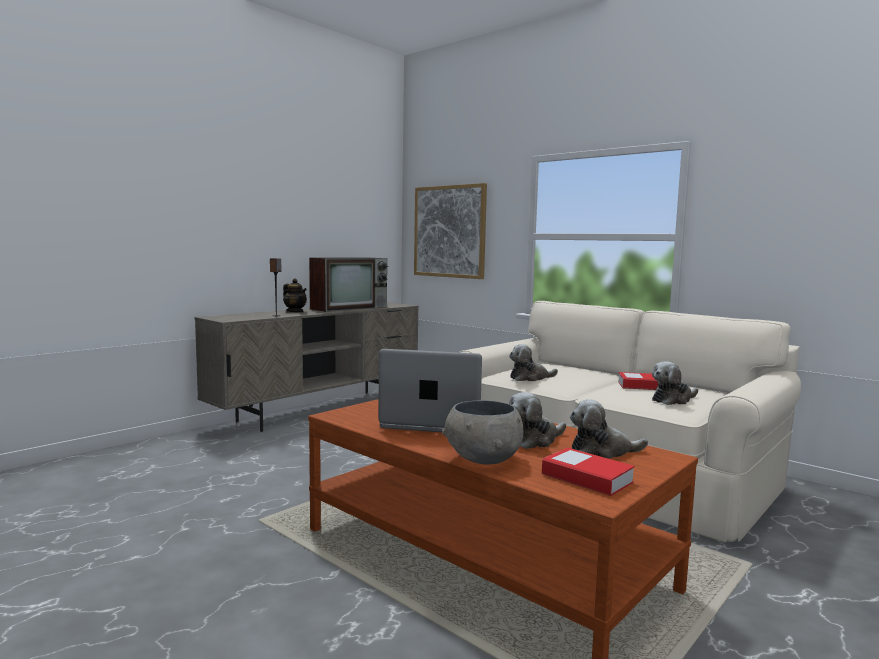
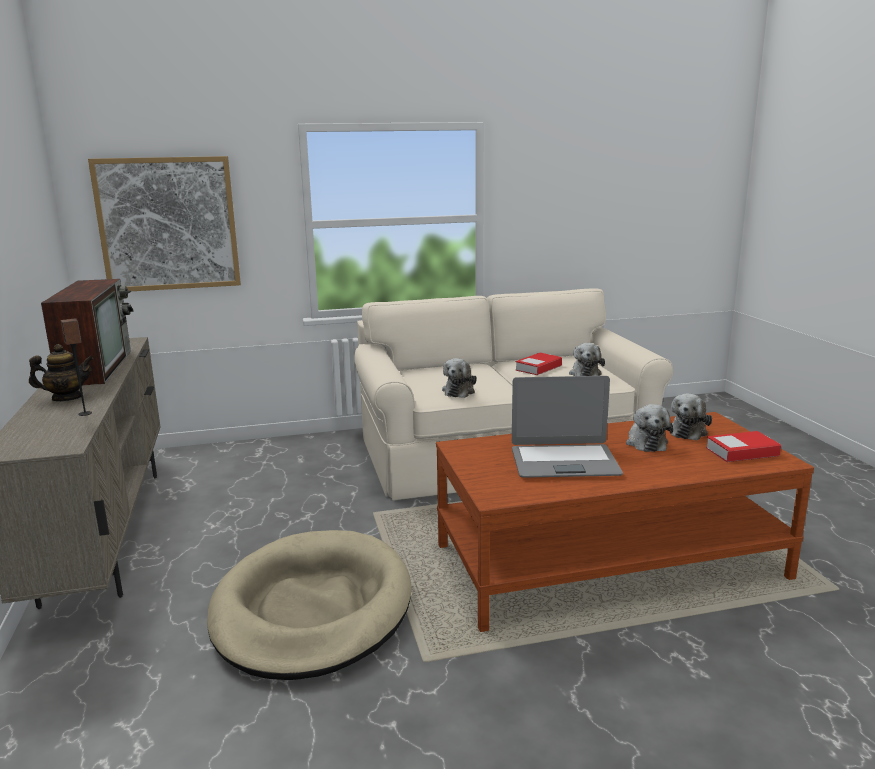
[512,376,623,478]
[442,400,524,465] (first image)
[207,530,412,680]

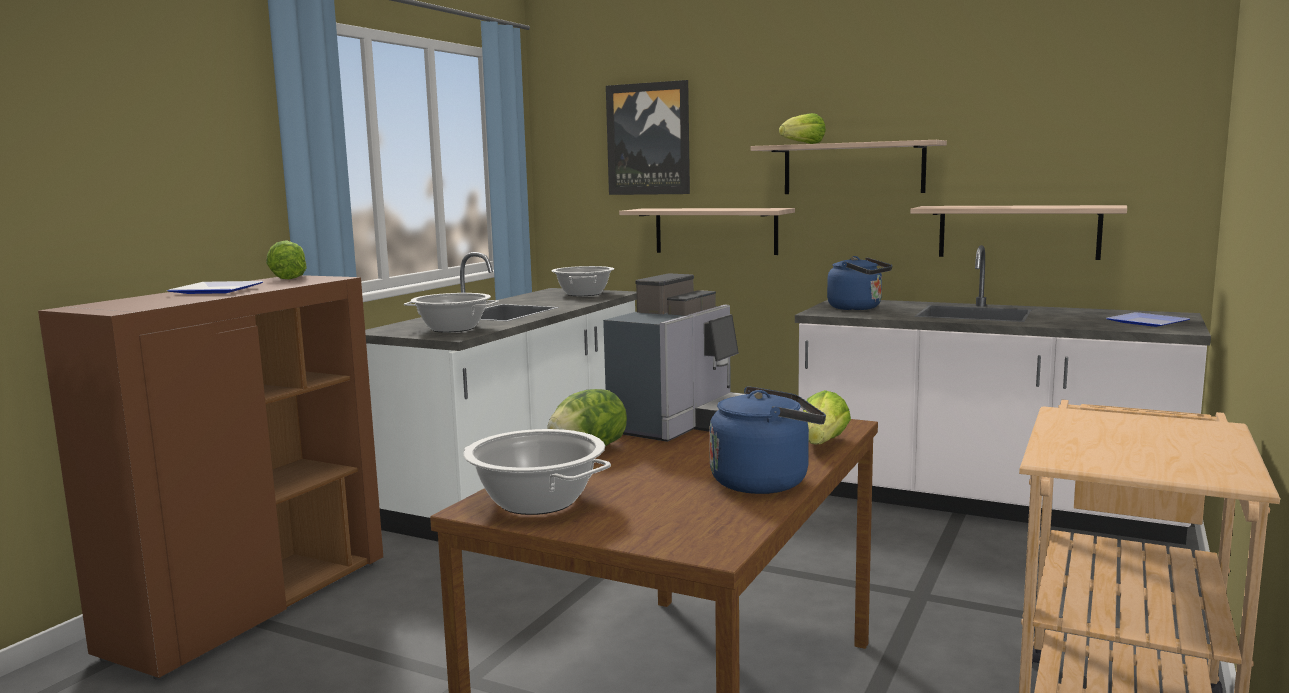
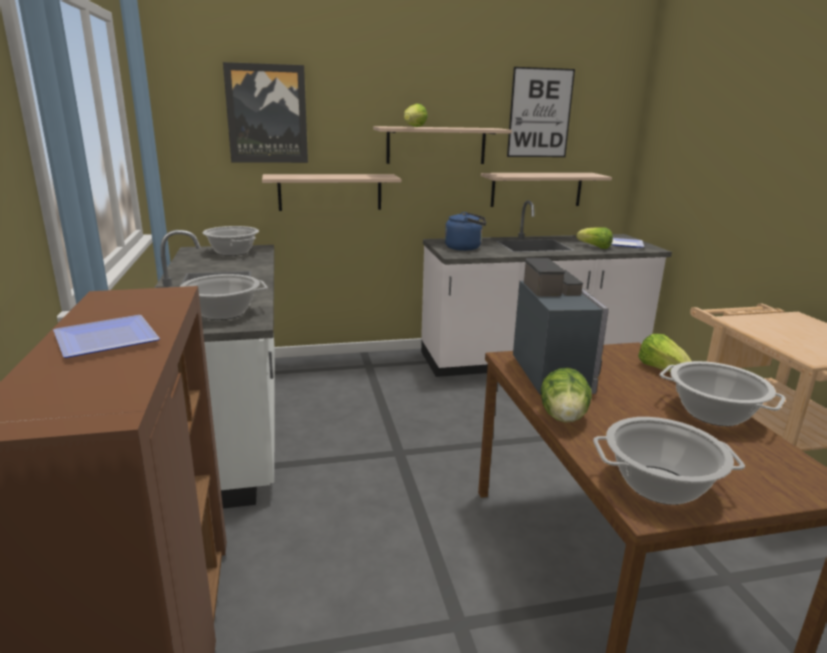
[576,227,613,249]
[660,361,786,426]
[507,67,575,157]

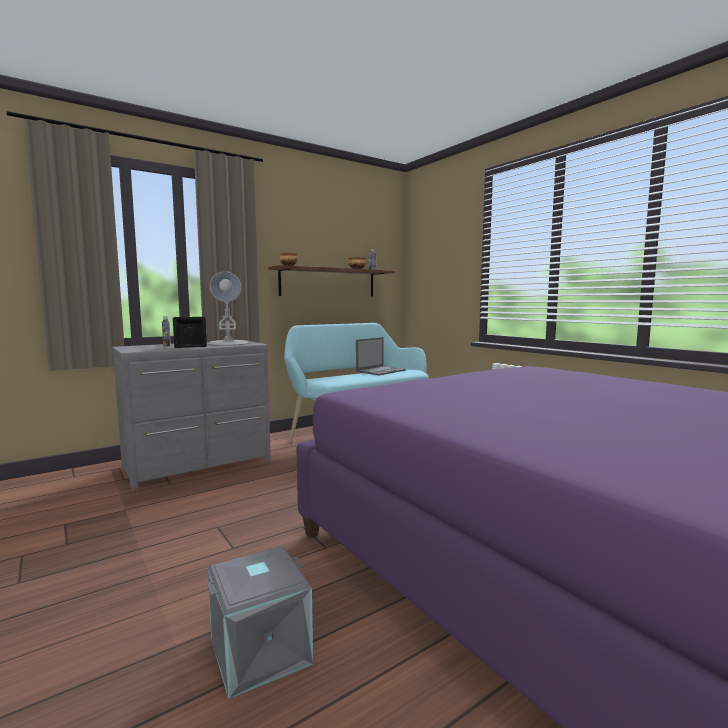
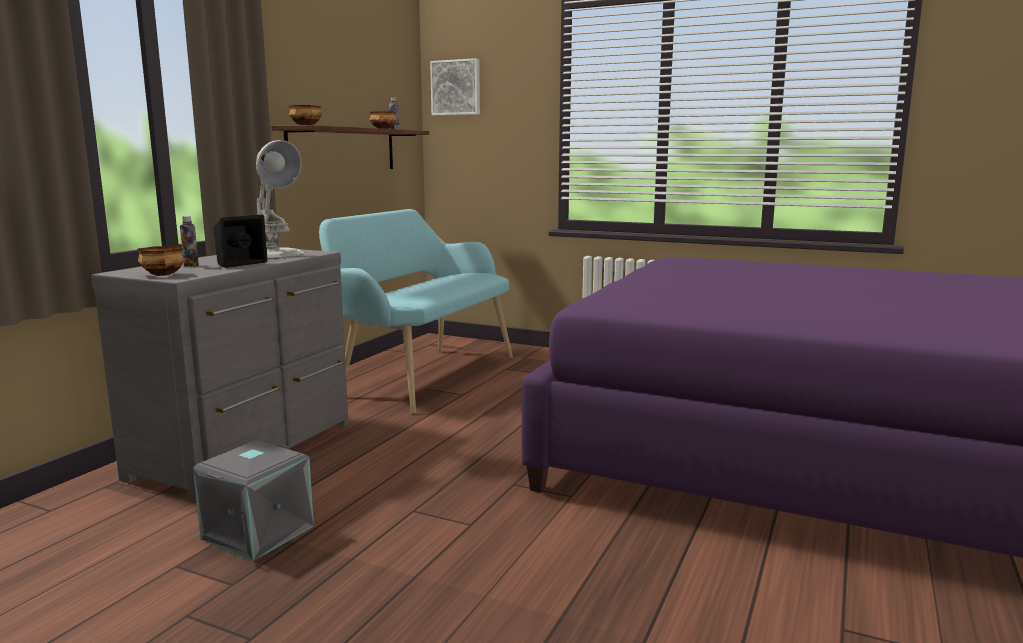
[356,337,406,375] (first image)
[193,440,314,561]
[430,58,480,116]
[138,246,184,276]

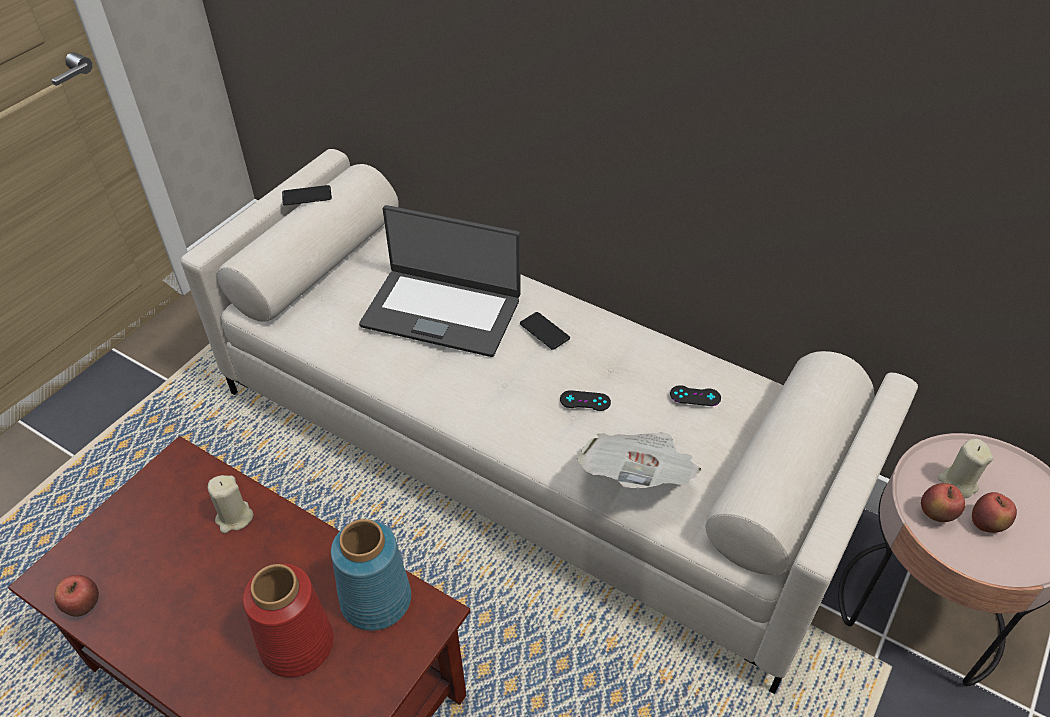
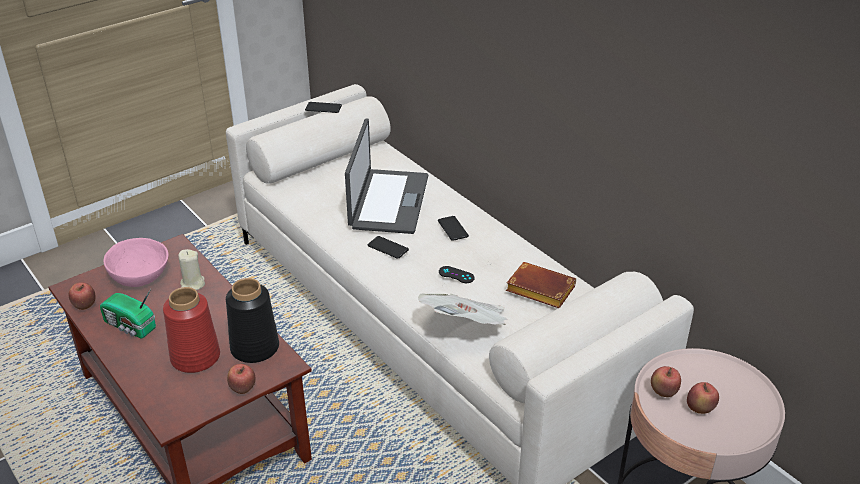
[345,118,428,234]
[506,262,576,308]
[937,439,993,498] (first image)
[226,278,279,363]
[368,236,409,259]
[104,238,168,287]
[100,289,156,339]
[227,364,256,394]

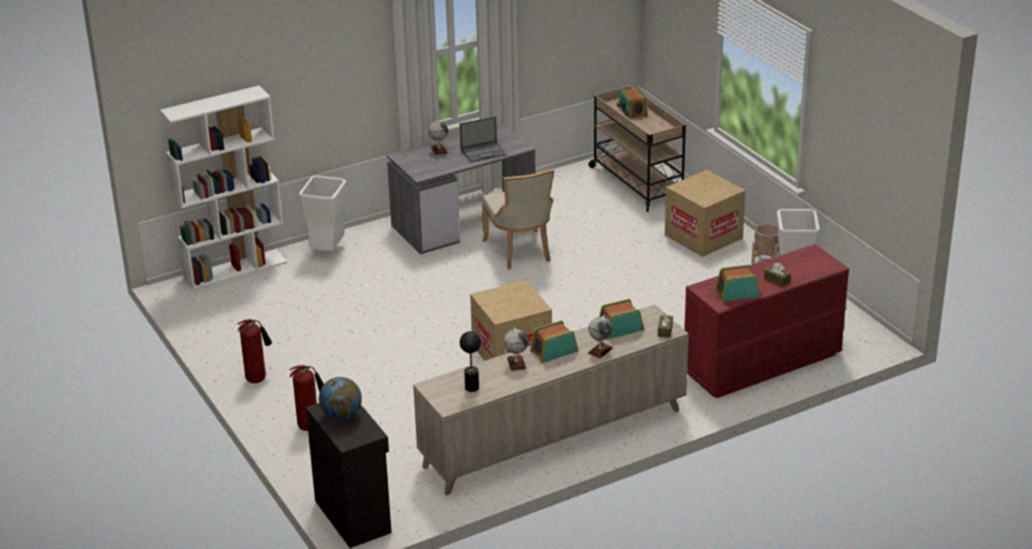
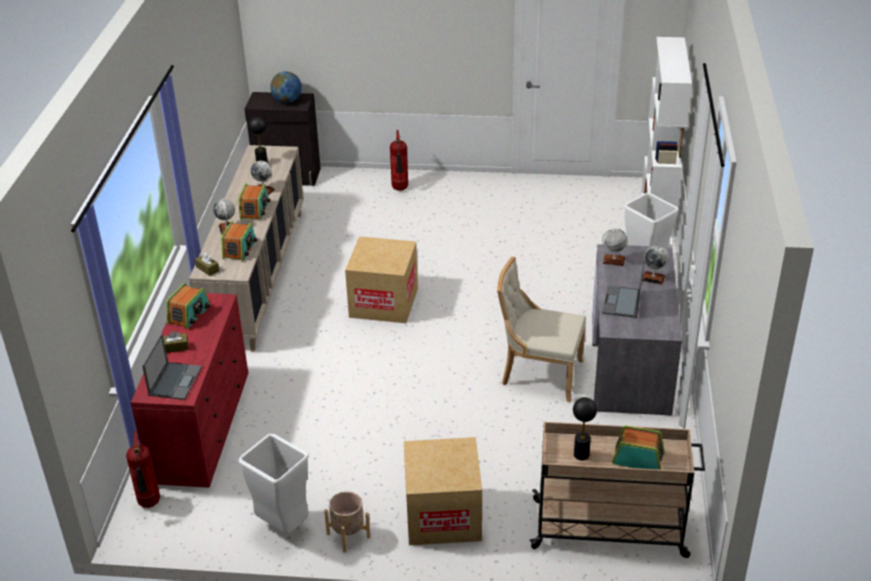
[126,431,160,508]
[602,229,627,266]
[142,334,202,400]
[573,397,597,460]

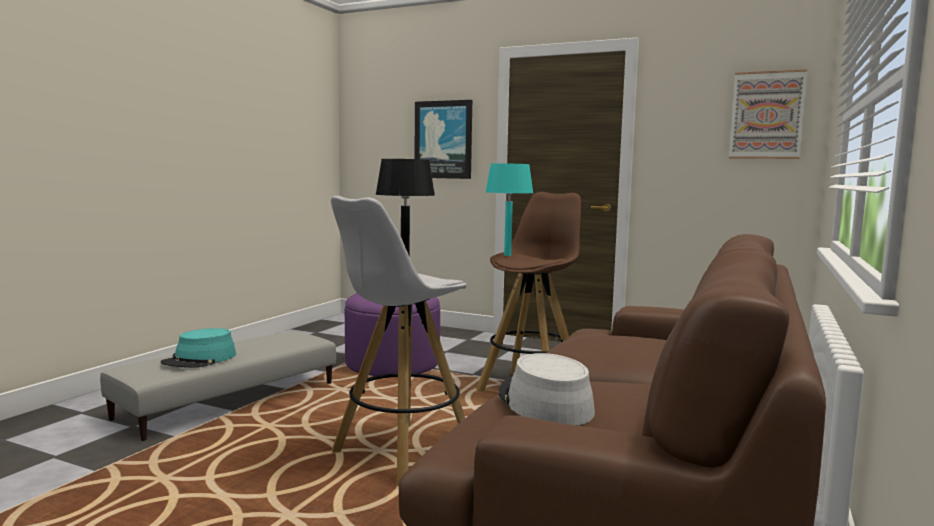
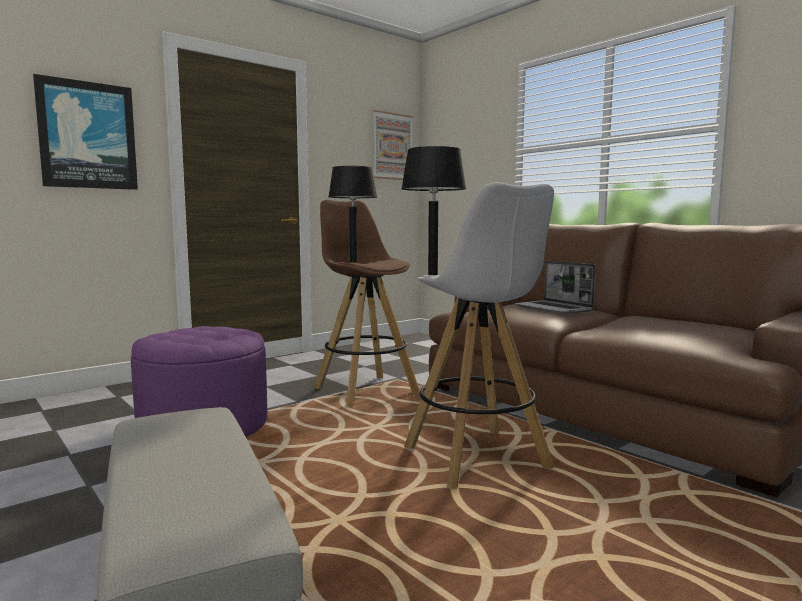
[328,166,377,262]
[160,328,236,368] (first image)
[499,353,595,425] (first image)
[515,261,596,314]

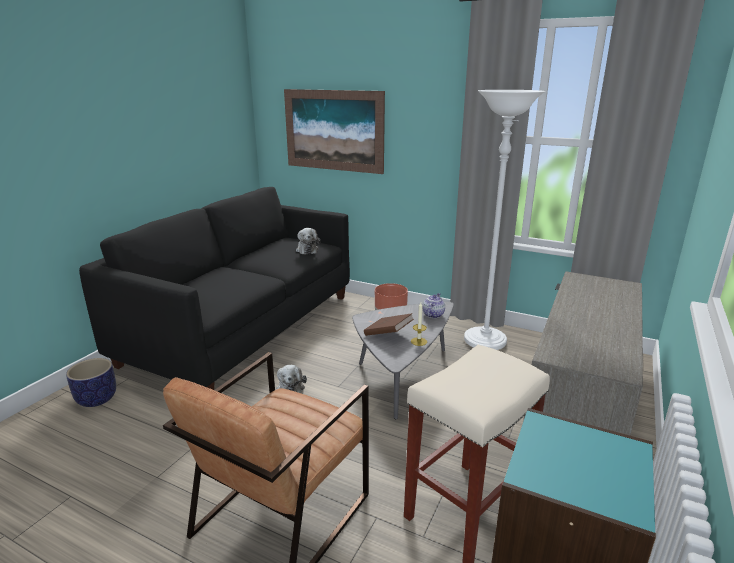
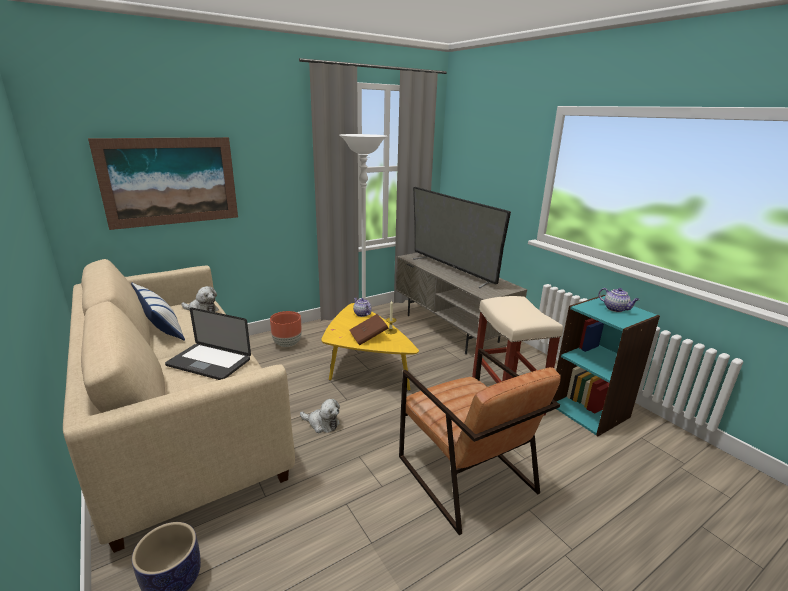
[63,259,295,553]
[321,303,419,391]
[413,187,511,288]
[131,283,185,341]
[598,288,640,312]
[165,307,251,380]

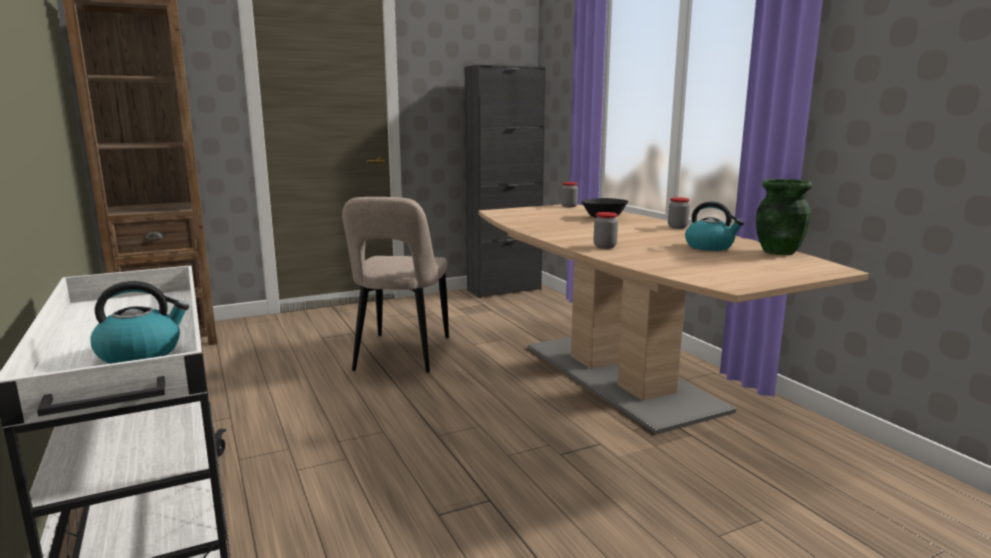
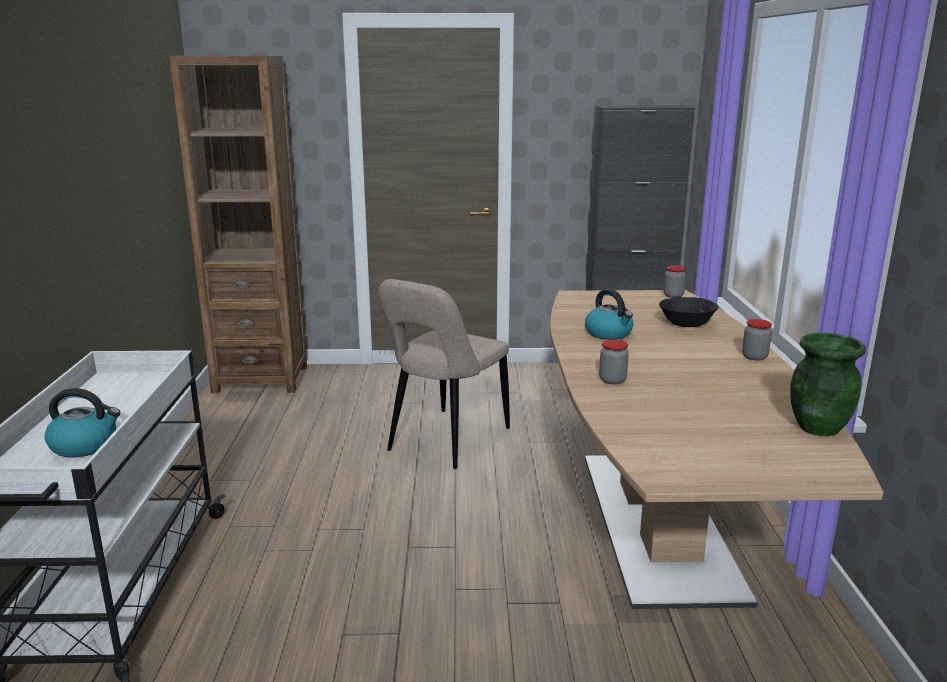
[585,289,633,340]

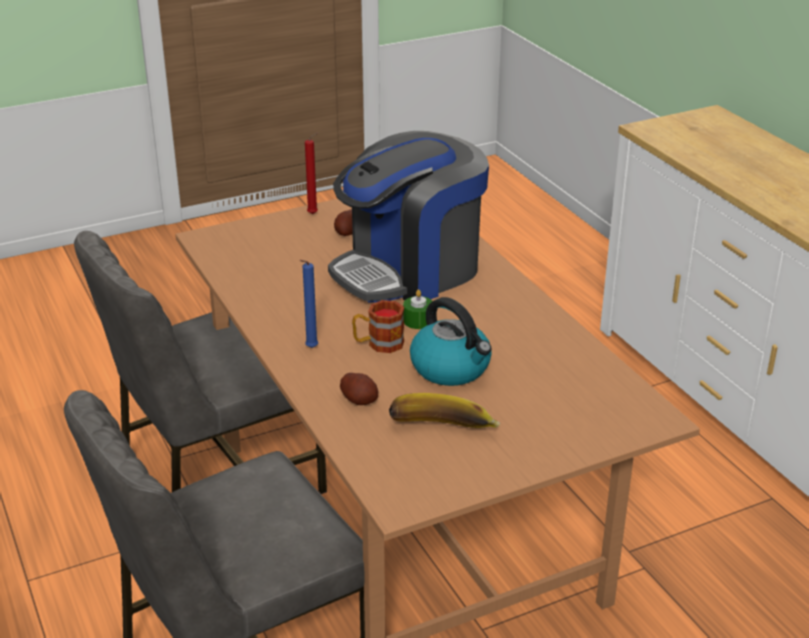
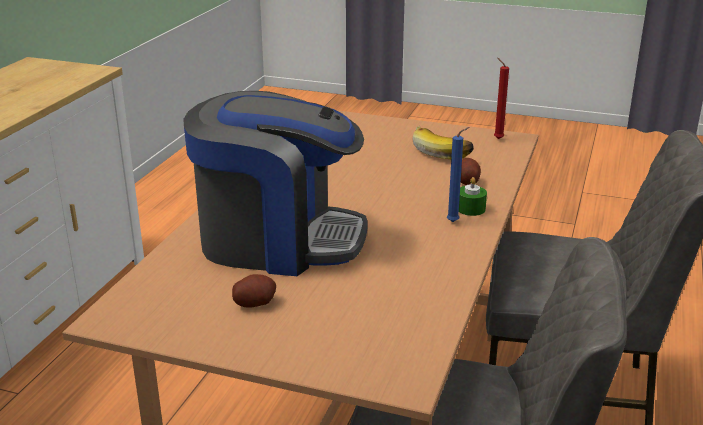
[494,58,509,139]
[459,177,487,216]
[410,297,492,386] (first image)
[352,300,404,353] (first image)

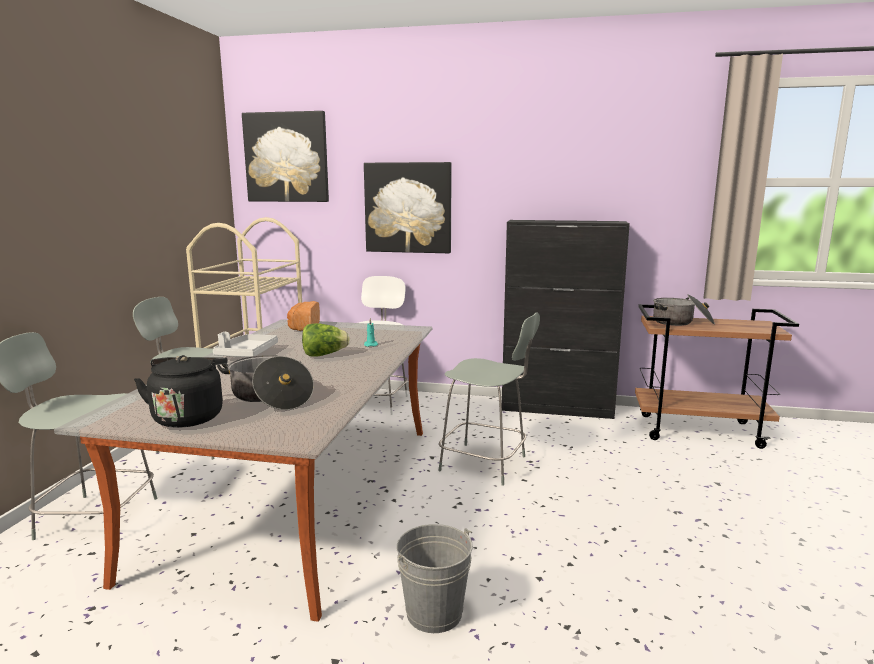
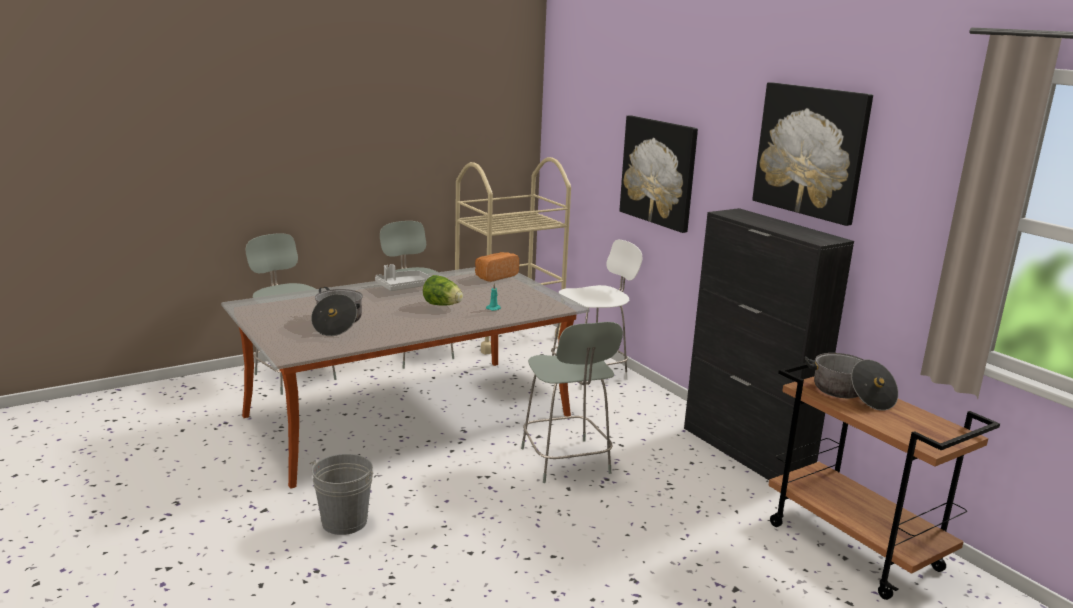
[752,82,873,226]
[134,355,228,428] (first image)

